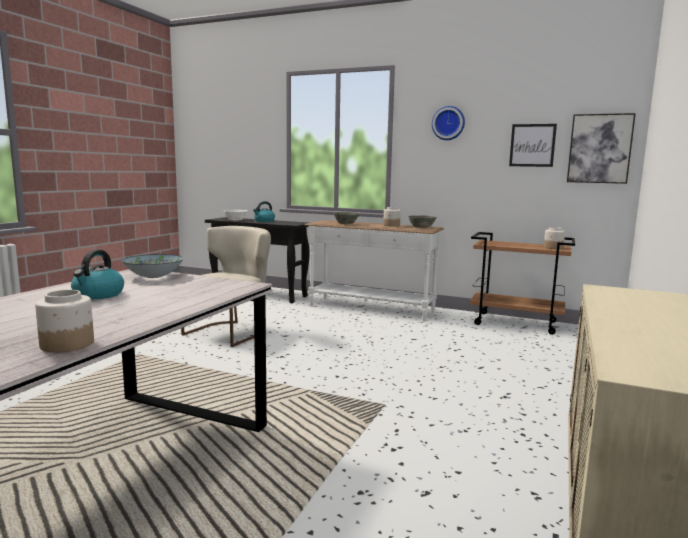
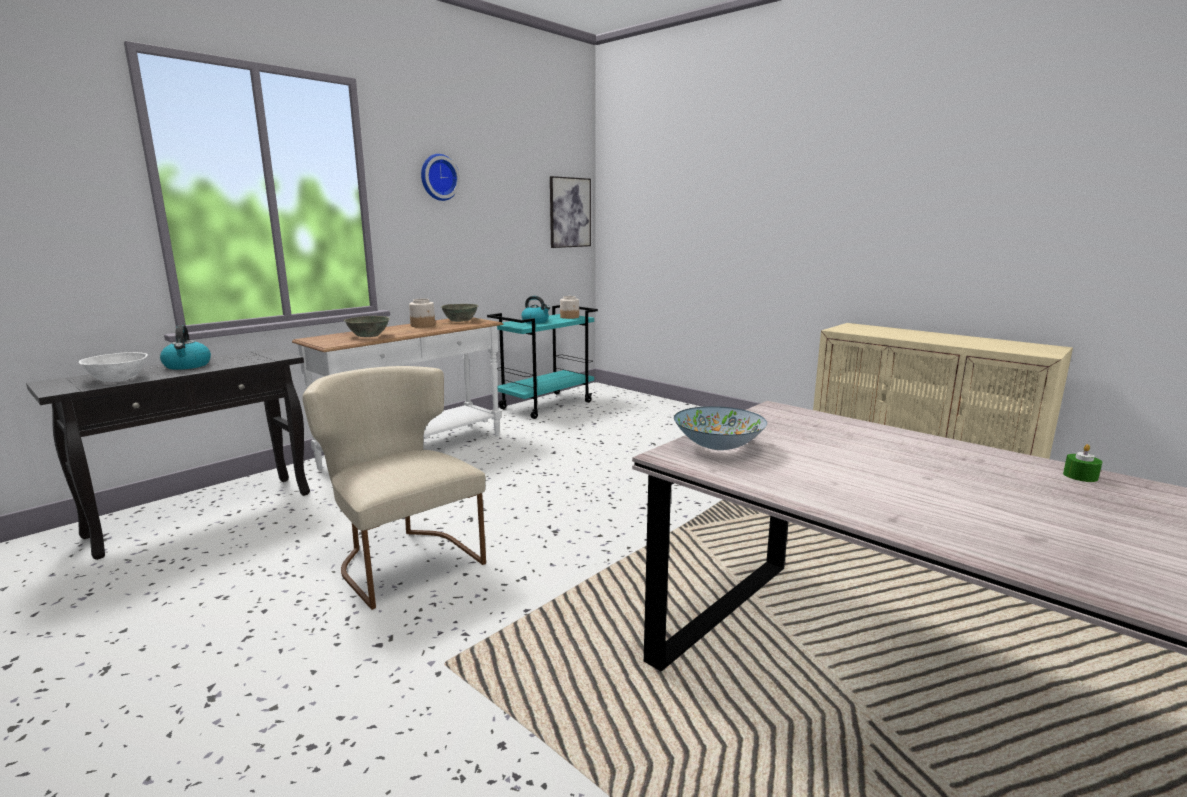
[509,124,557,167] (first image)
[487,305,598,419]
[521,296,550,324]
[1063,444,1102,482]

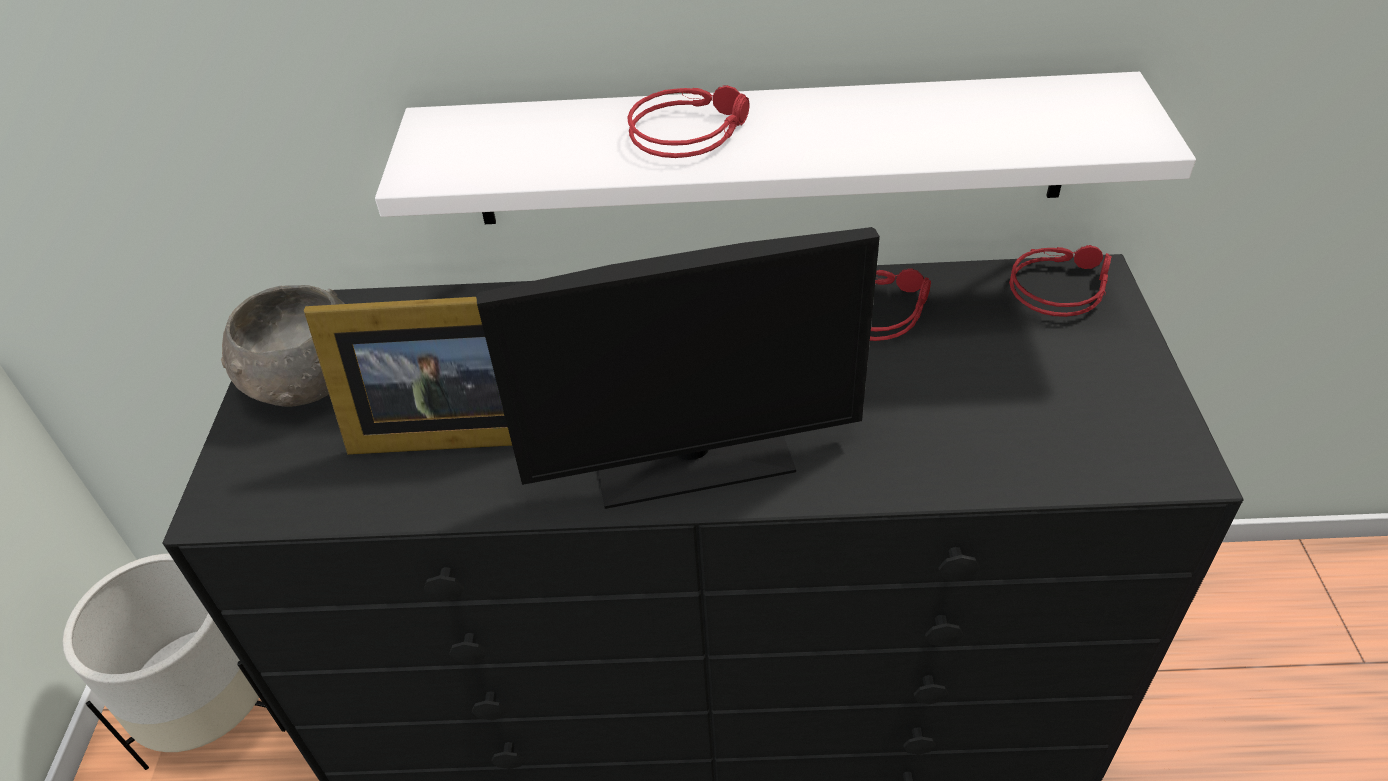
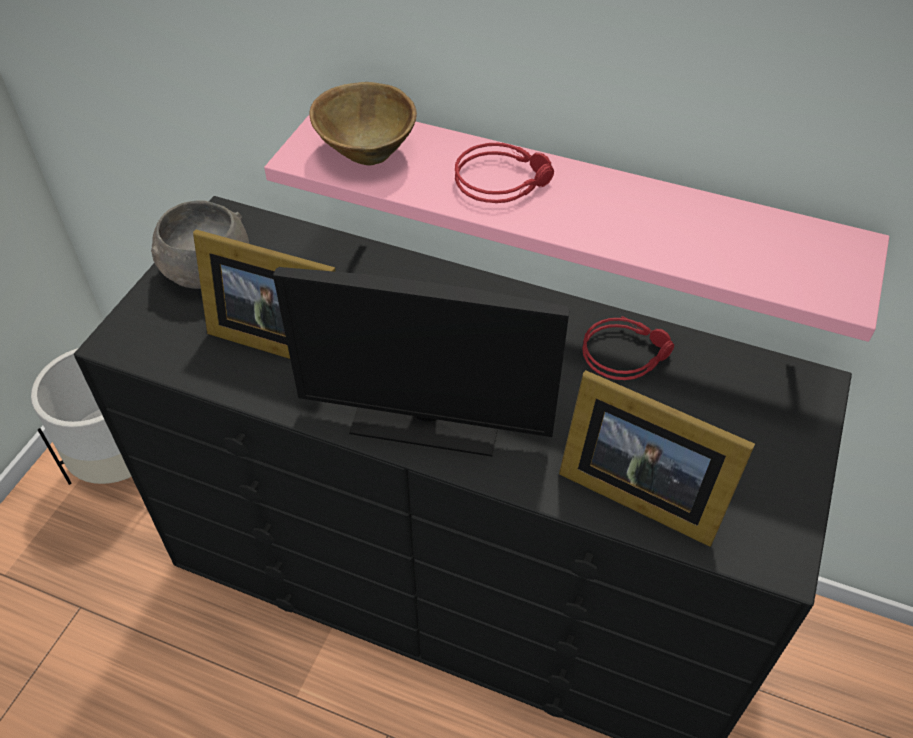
[264,115,889,342]
[1009,245,1112,317] (first image)
[309,82,417,165]
[559,370,755,547]

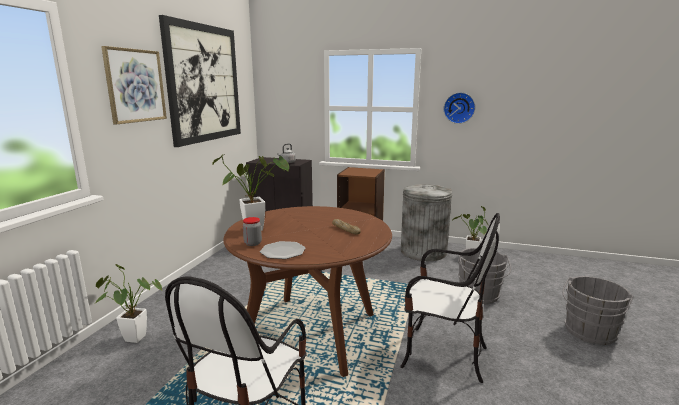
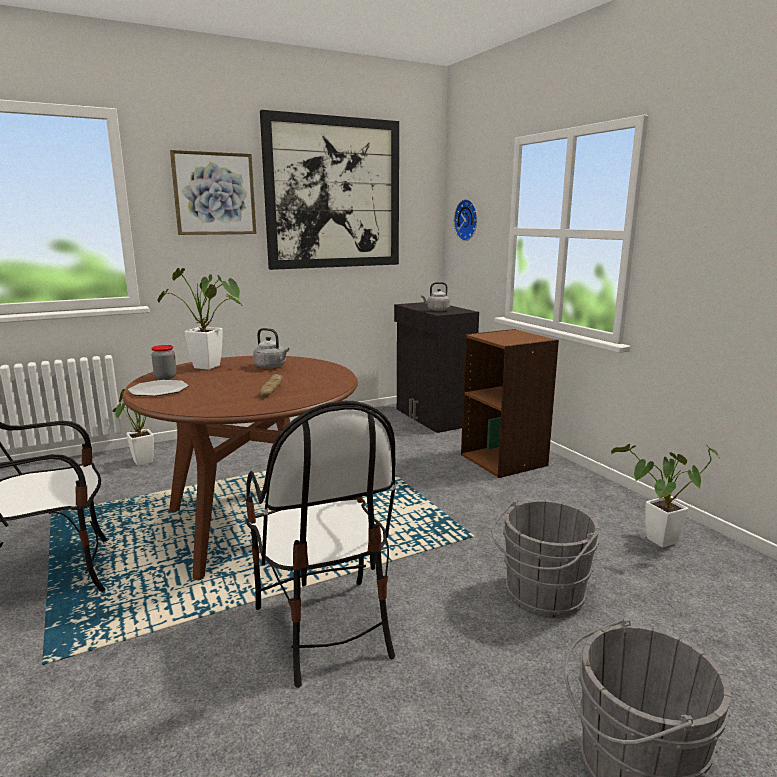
[454,199,477,241]
[401,184,453,261] (first image)
[253,328,289,368]

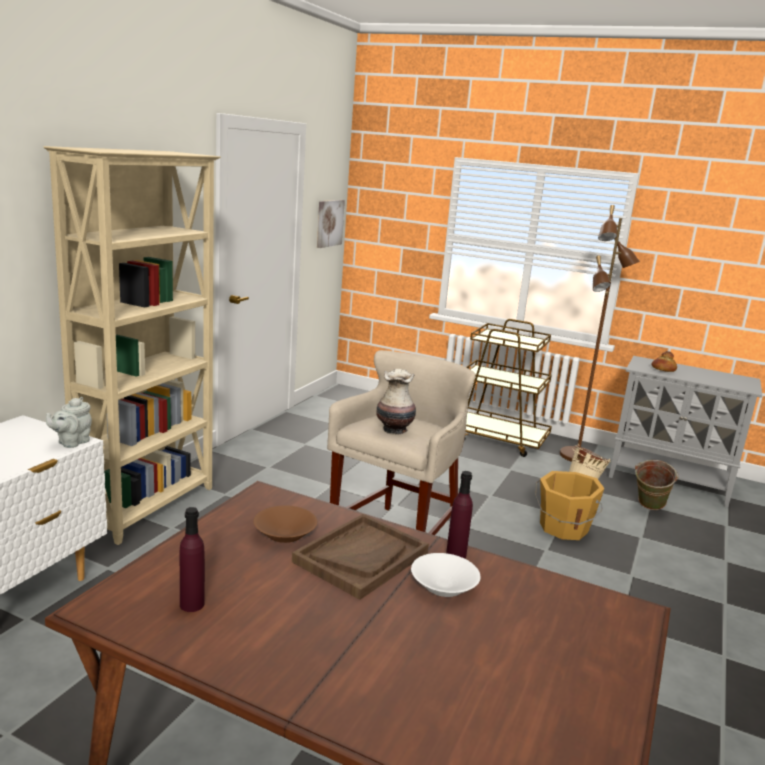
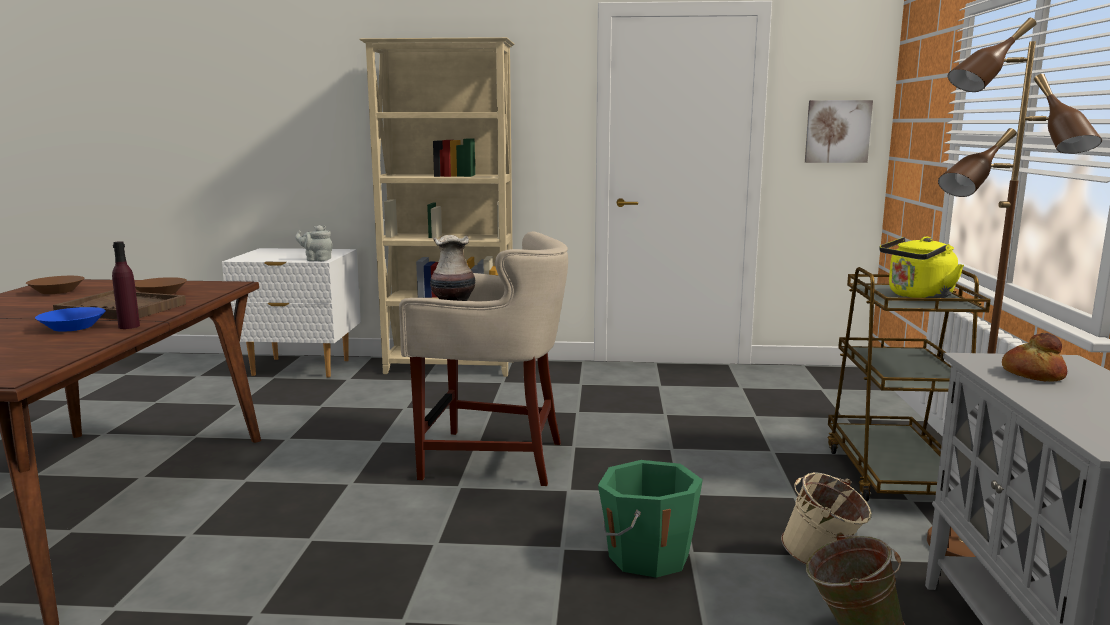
[598,460,703,578]
[26,276,84,294]
[35,307,106,332]
[879,236,964,298]

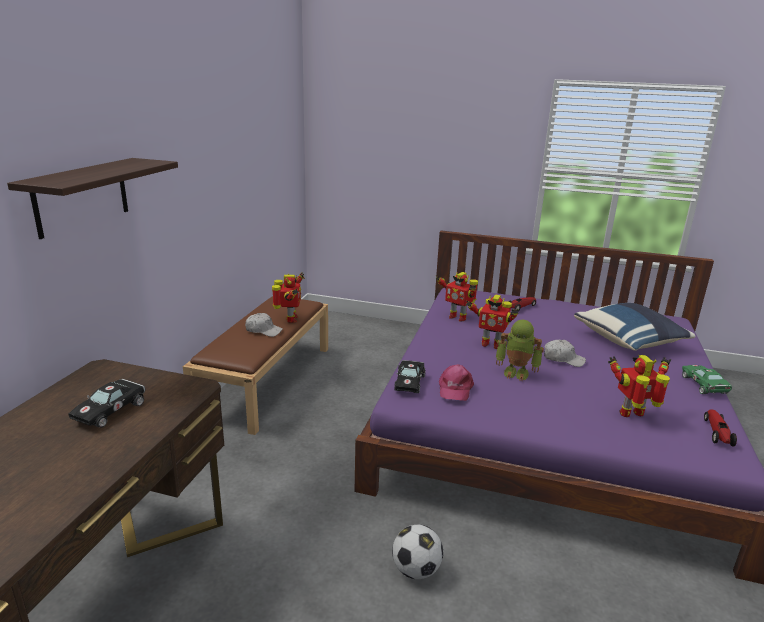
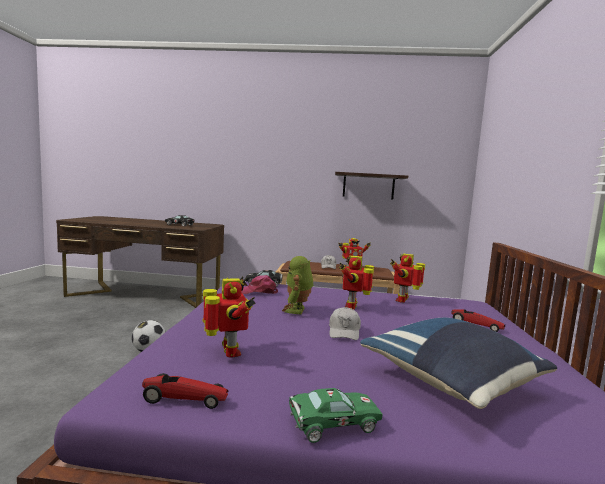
[335,172,408,199]

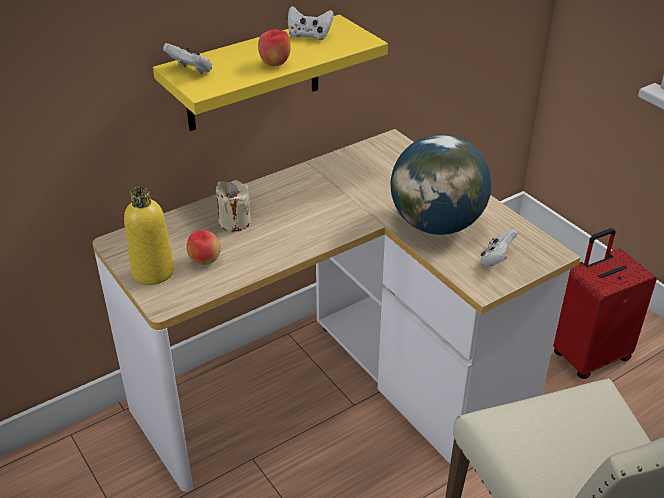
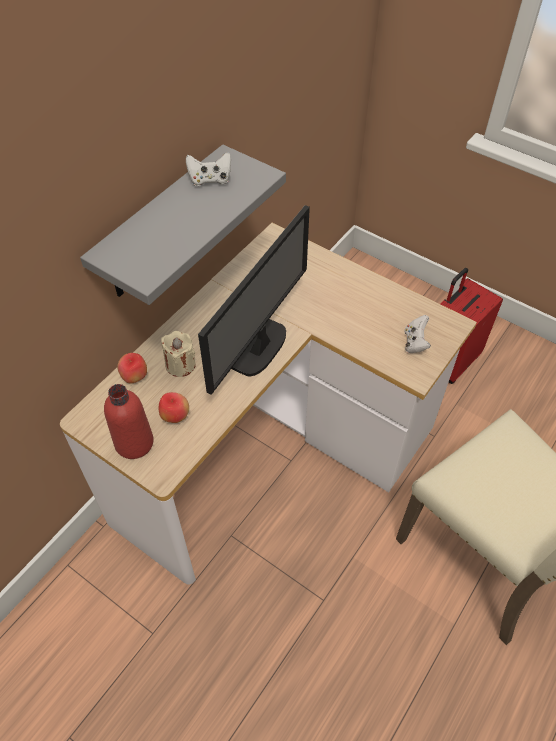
[80,145,286,305]
[117,353,147,384]
[163,43,212,74] (first image)
[391,134,492,235] (first image)
[104,384,154,459]
[198,205,310,395]

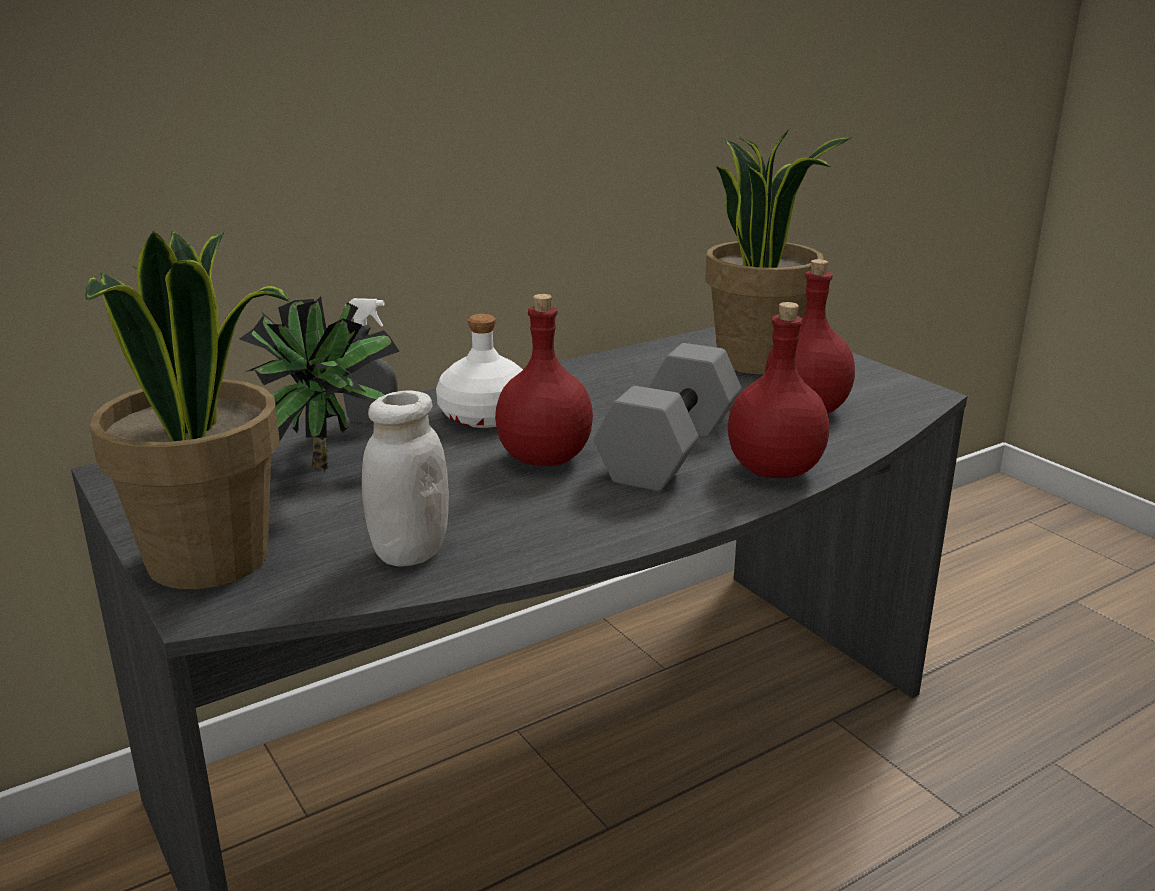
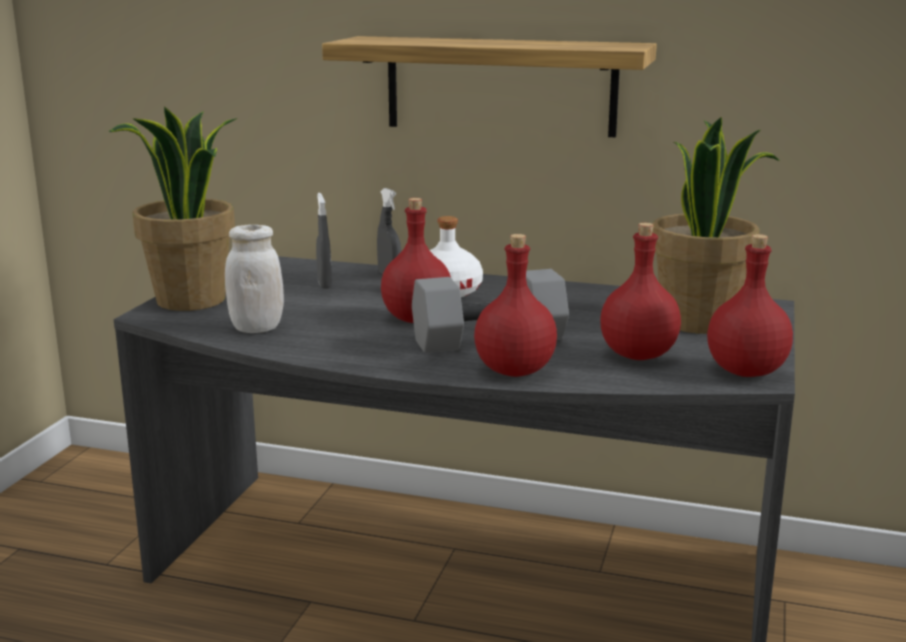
[316,193,332,289]
[322,36,657,137]
[707,234,793,377]

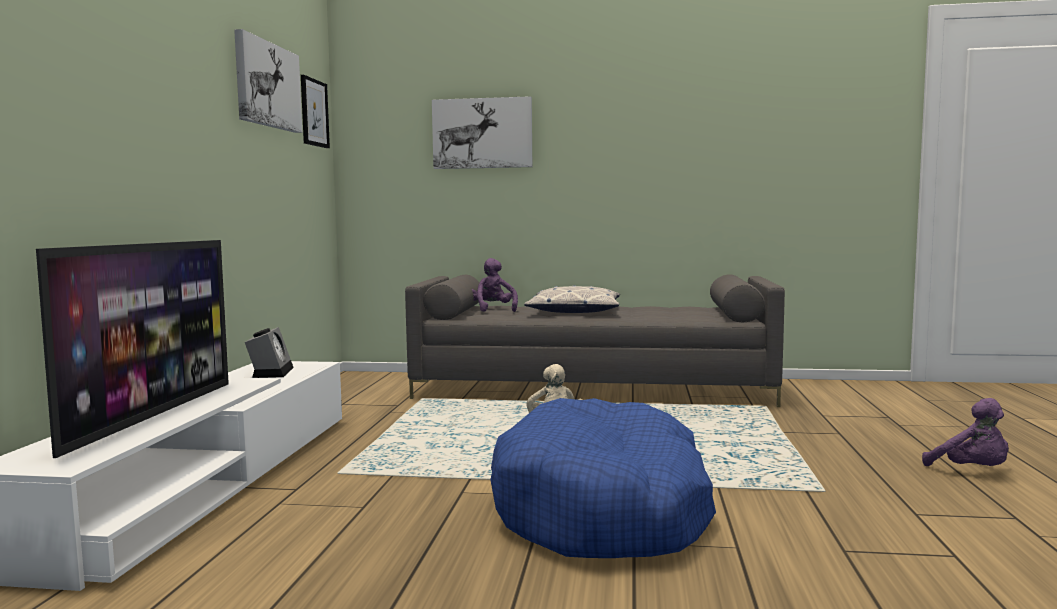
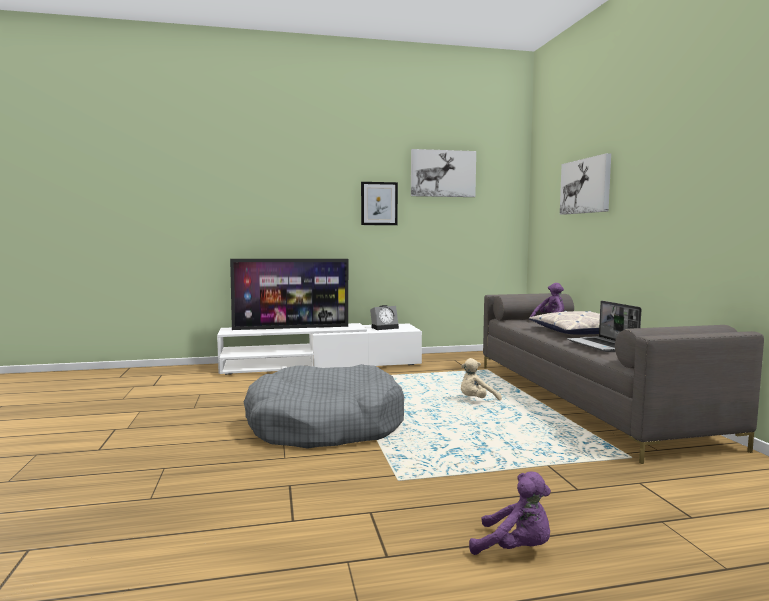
[361,182,398,225]
[244,364,404,449]
[469,471,551,555]
[567,301,642,352]

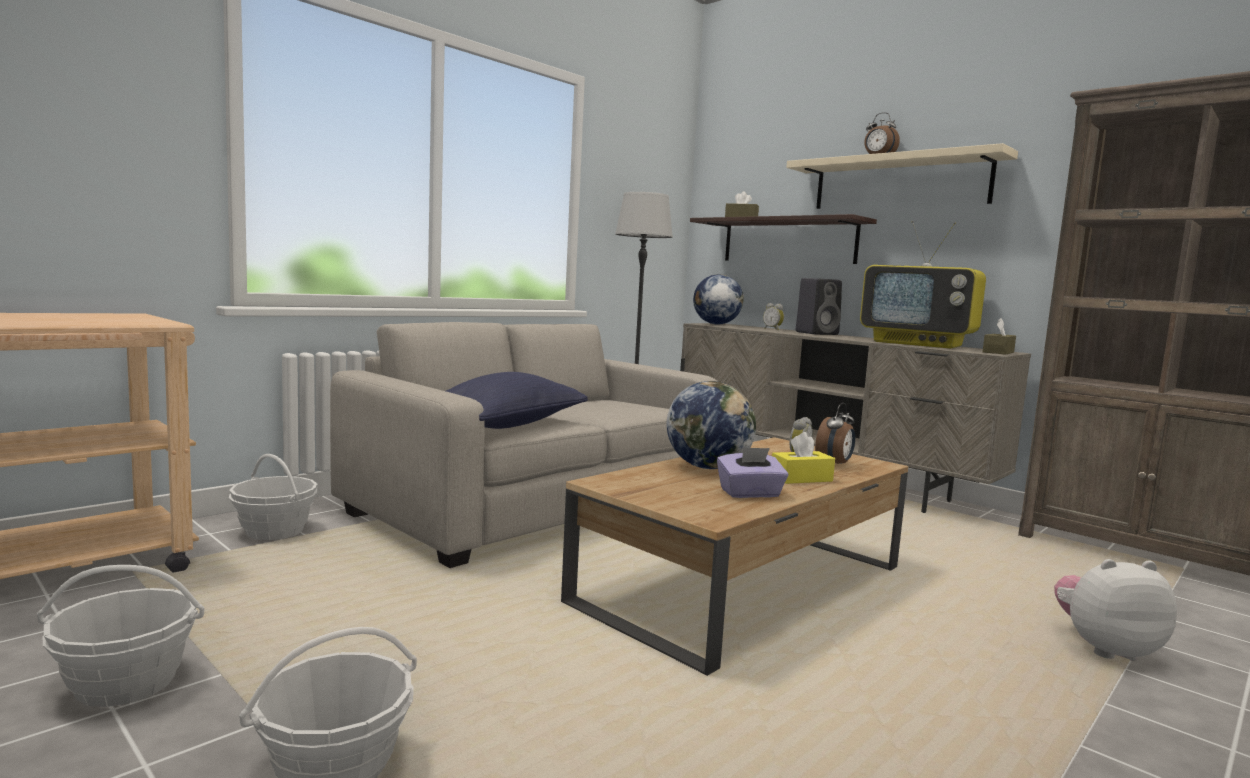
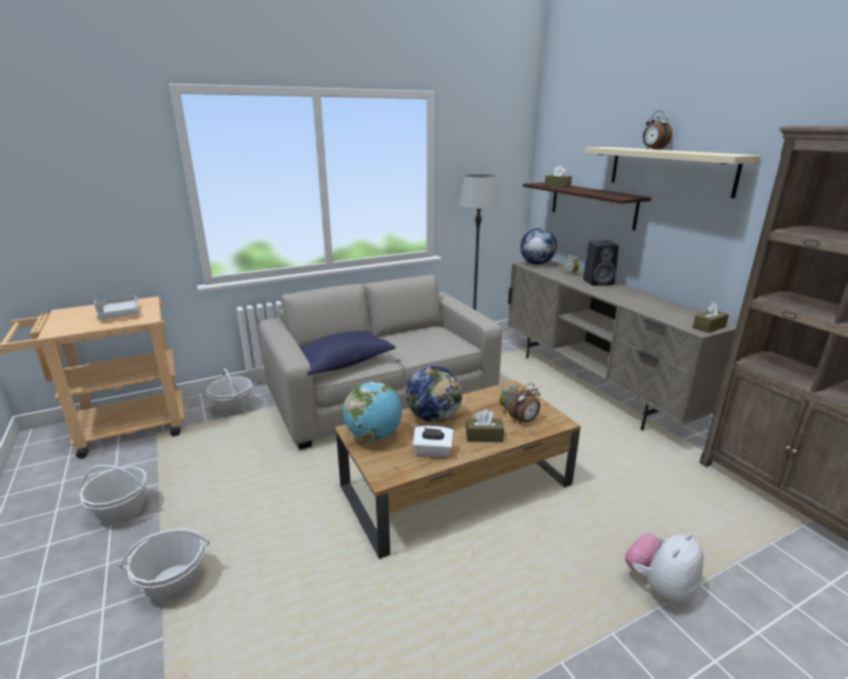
[860,221,986,348] (first image)
[466,410,504,442]
[413,426,454,458]
[625,533,704,603]
[94,295,139,320]
[343,382,402,441]

